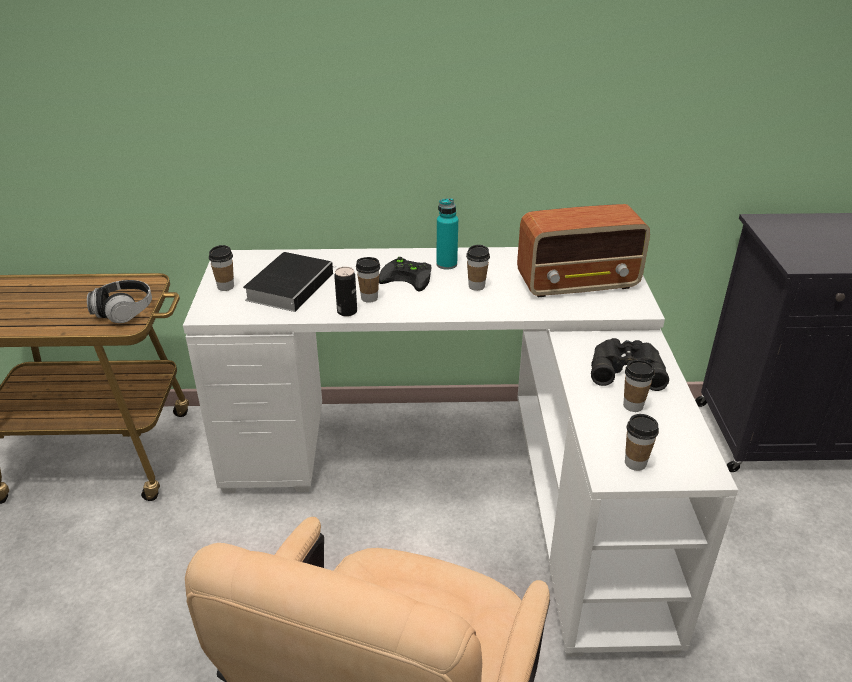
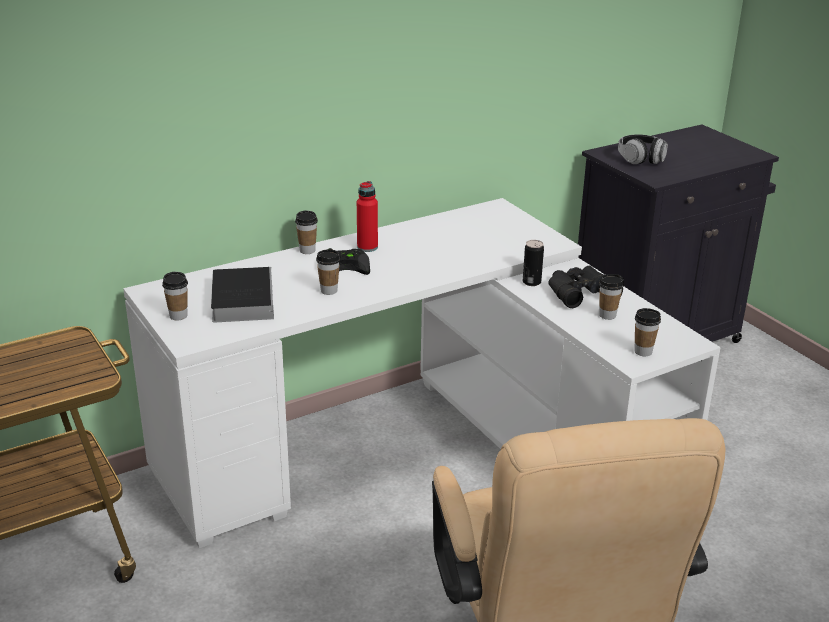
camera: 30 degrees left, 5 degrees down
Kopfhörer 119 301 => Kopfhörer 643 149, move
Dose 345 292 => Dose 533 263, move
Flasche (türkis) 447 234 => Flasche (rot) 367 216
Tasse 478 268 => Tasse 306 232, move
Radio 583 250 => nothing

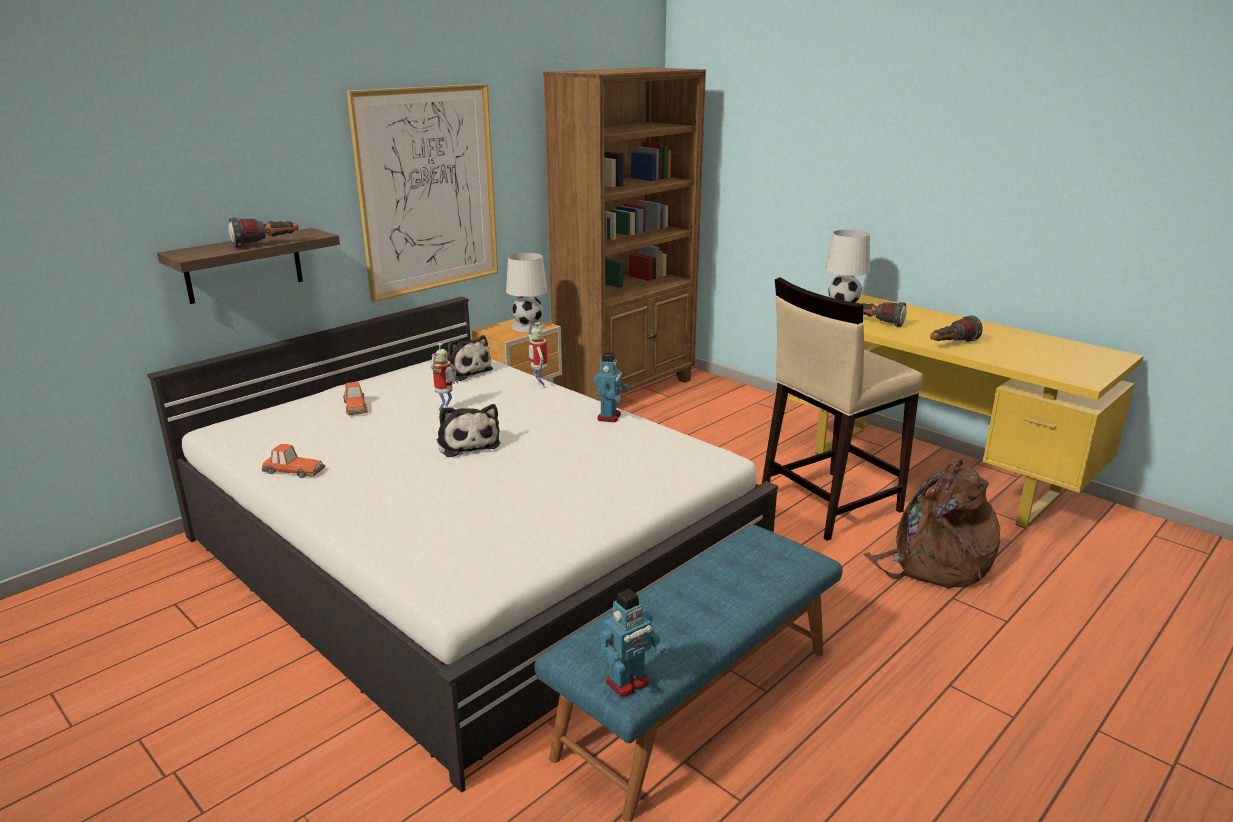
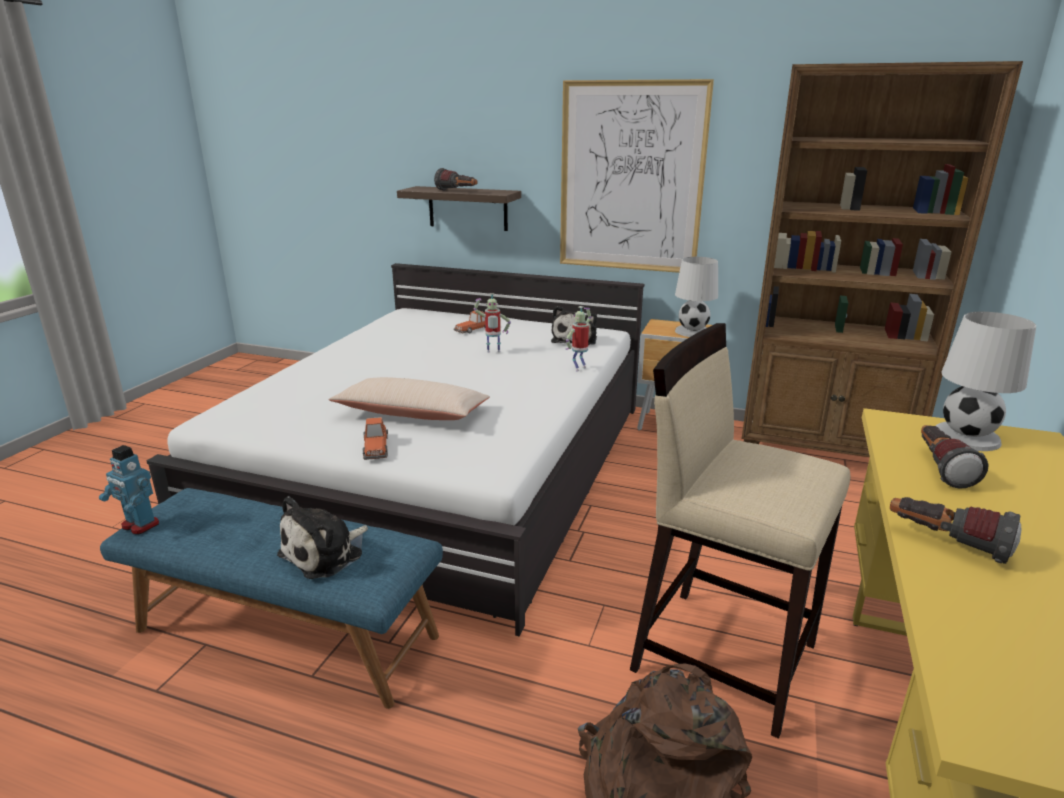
camera: 65 degrees right, 0 degrees up
Spielzeugauto 293 461 => Spielzeugauto 375 438, move
Plüschtier 468 430 => Plüschtier 322 537, move
Spielzeugroboter 611 387 => nothing
nothing => Kissen (beige) 409 398

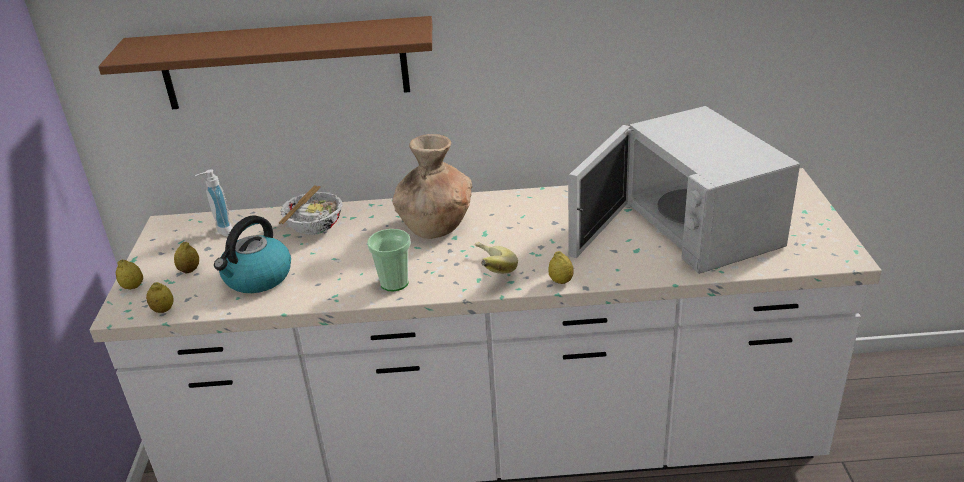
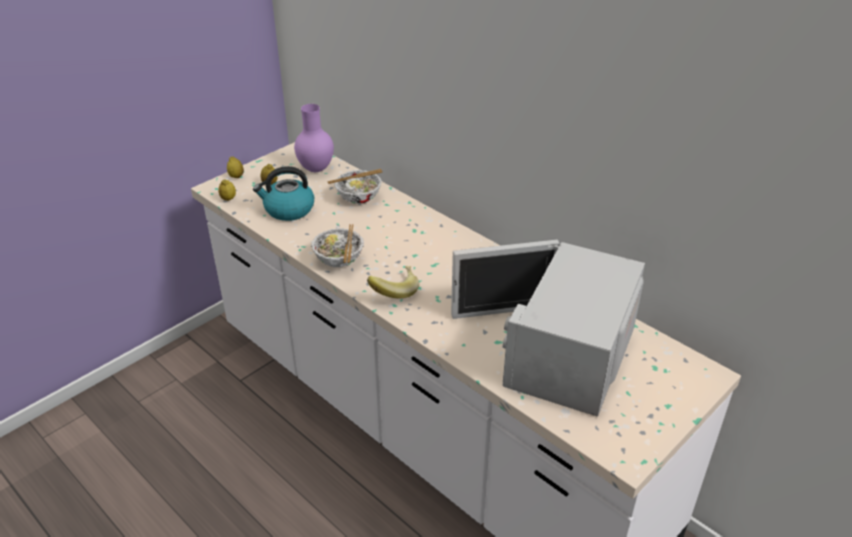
camera: 45 degrees right, 5 degrees up
Wandregal (braun) 265 62 => nothing
Seifenspender 213 202 => Vase (lila) 314 138
Tasse 389 260 => Schüssel 337 245
Vase (braun) 432 186 => nothing
Zitrone 561 267 => nothing

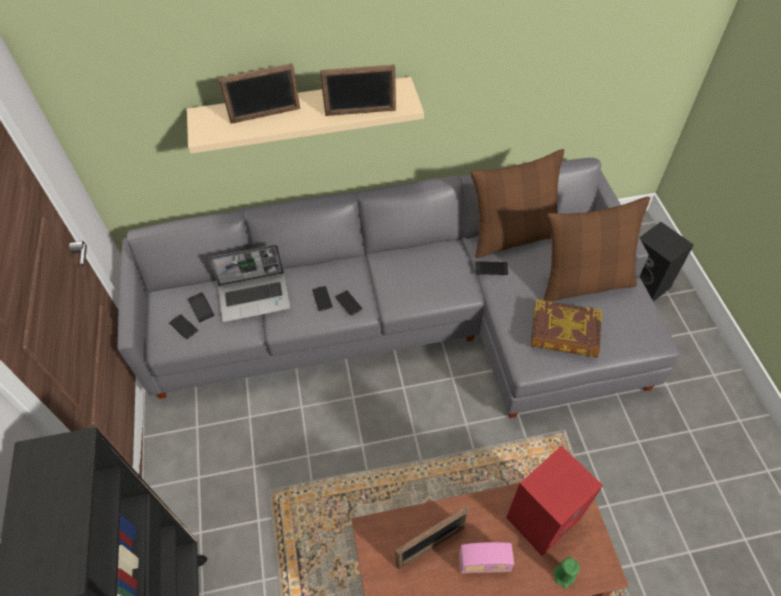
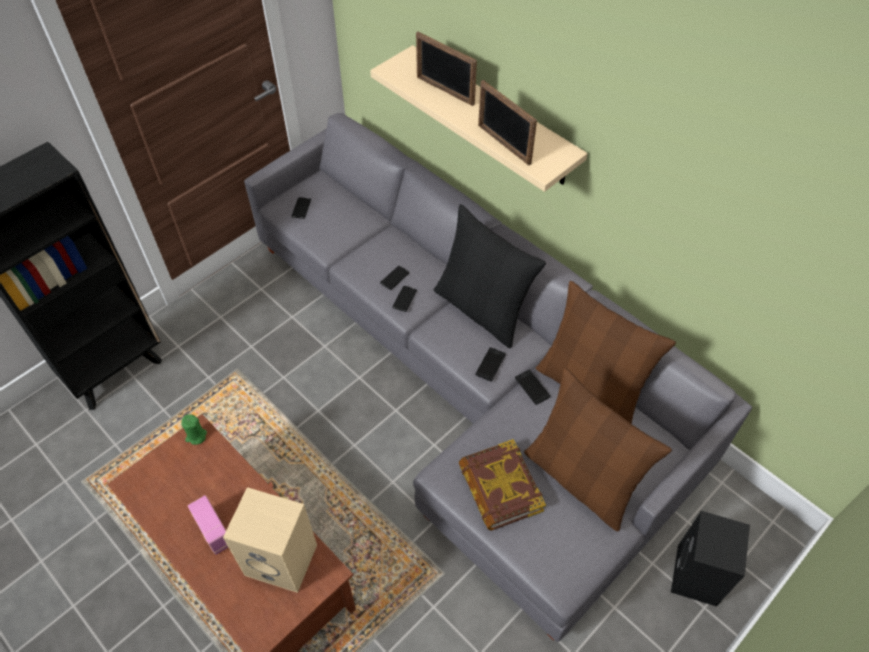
camera: 55 degrees right, 0 degrees up
Handy 201 307 => Handy 490 364, move
Laptop 249 283 => nothing
Bilderrahmen 432 537 => nothing
Lautsprecher (rot) 554 501 => Lautsprecher (beige) 270 540
Kerze (grün) 566 573 => Kerze (grün) 194 429, move
nothing => Kissen (schwarz) 490 276

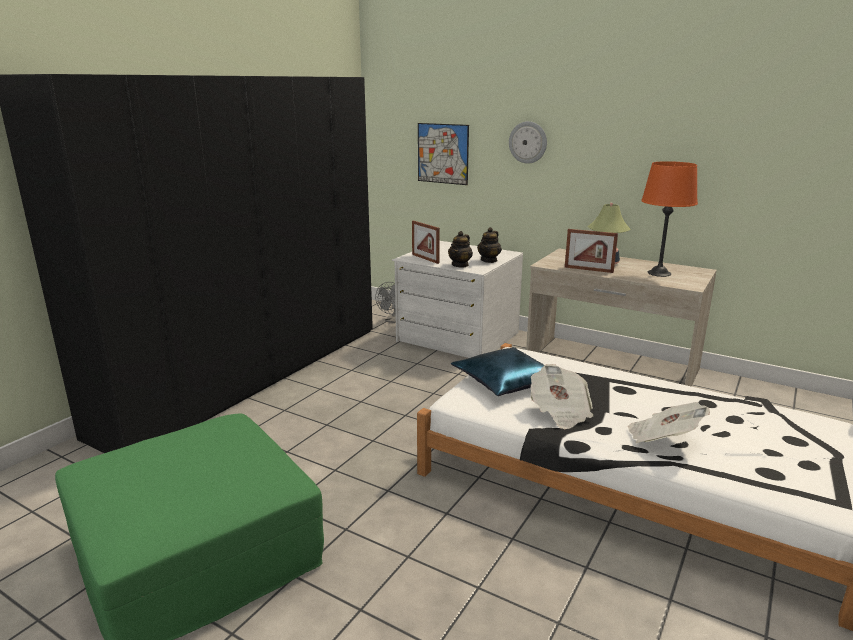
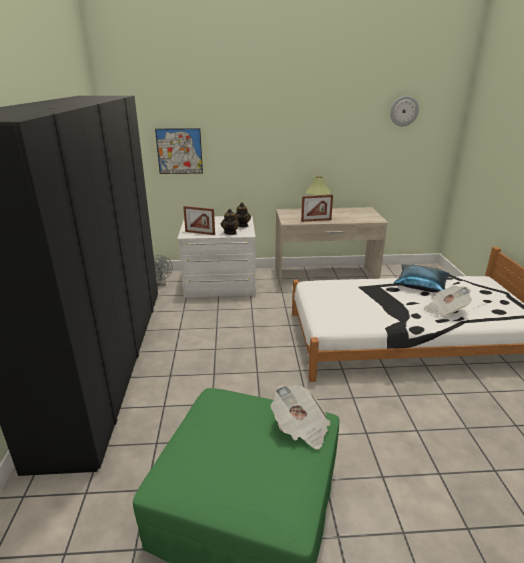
camera: 35 degrees left, 5 degrees up
Kissen (blau) 497 371 => Kissen (blau) 421 278, move
Wanduhr 528 142 => Wanduhr 404 111, move
Zeitung 561 396 => Zeitung 301 417, move
Tischlampe (orange) 669 219 => nothing

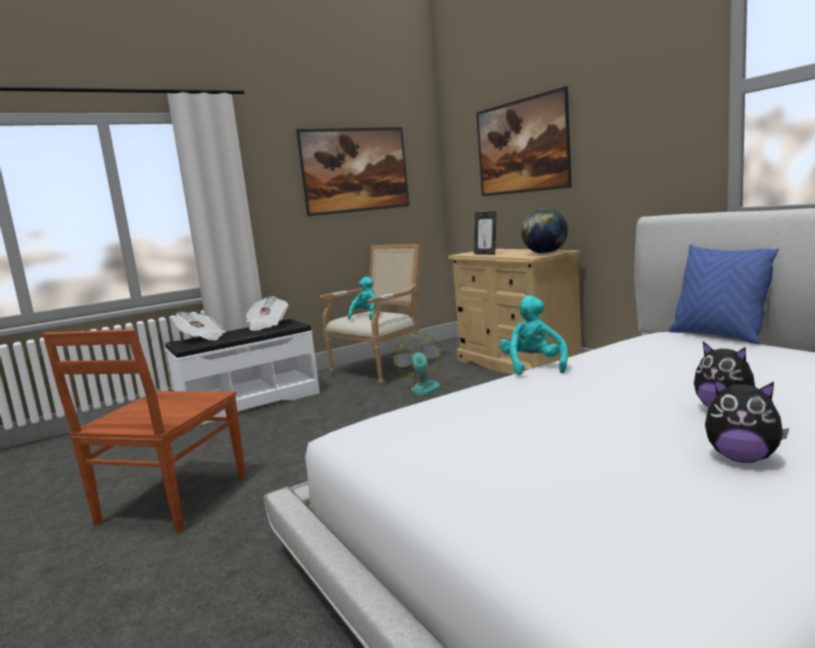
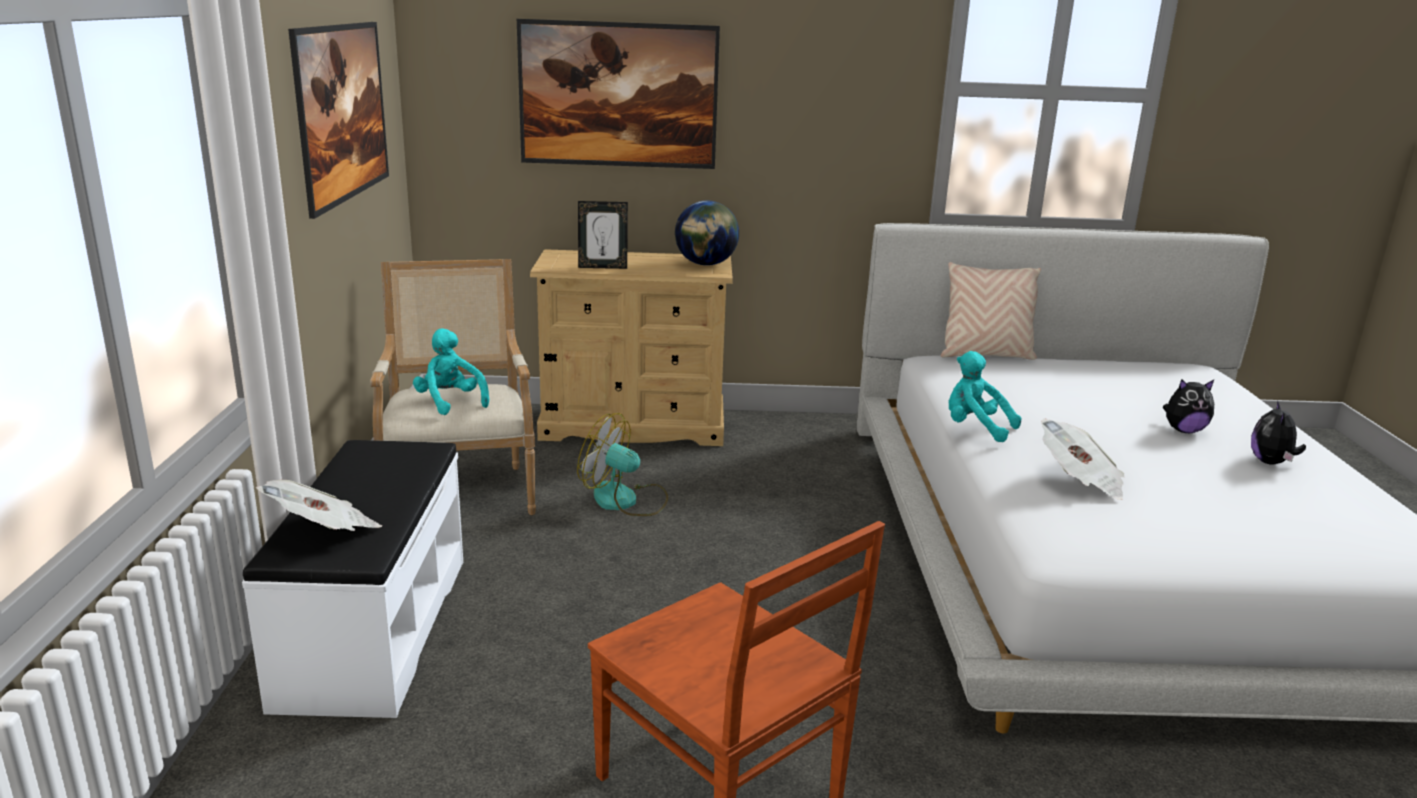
camera: 60 degrees left, 10 degrees up
Zeitung 267 313 => Zeitung 1082 459, move
Kissen (blau) 724 294 => Kissen (beige) 991 311
Plüschtier 747 420 => Plüschtier 1278 432, 135 degrees clockwise

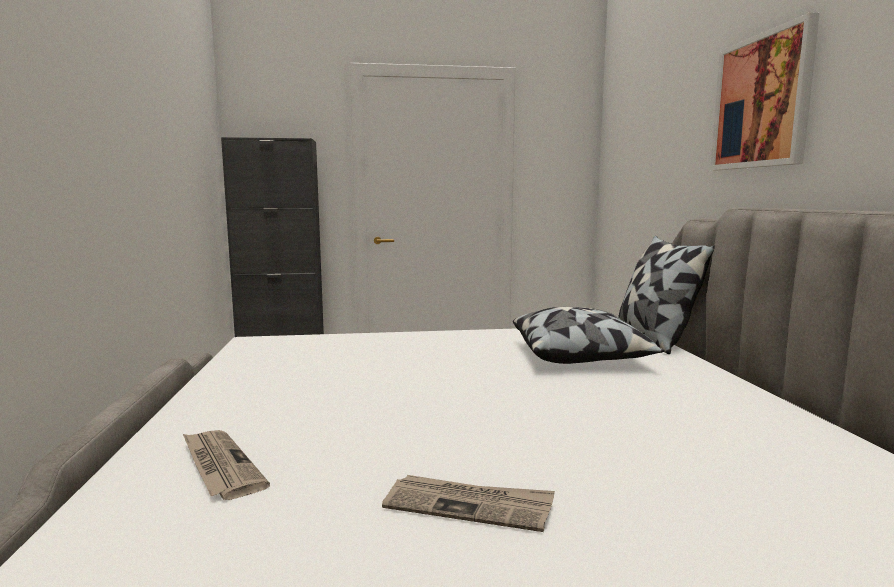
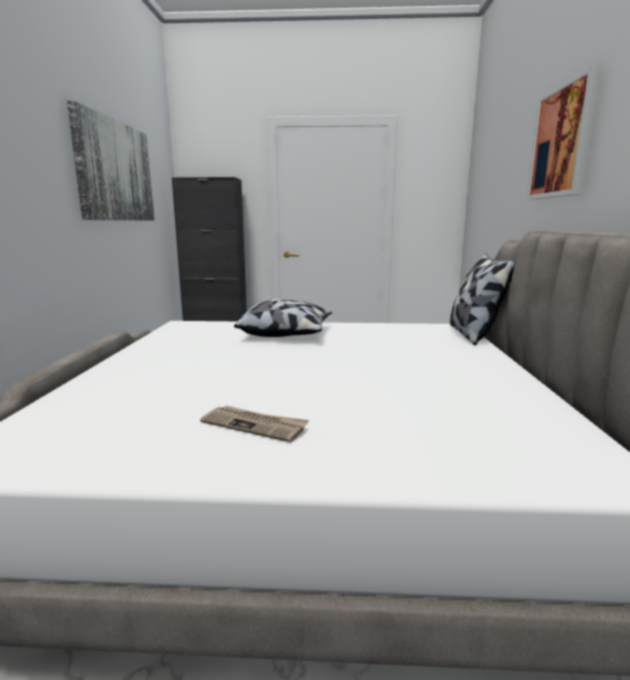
camera: 10 degrees right, 5 degrees up
Zeitung 226 465 => nothing
Kissen 589 335 => Kissen 283 318, move
nothing => Bild 111 160

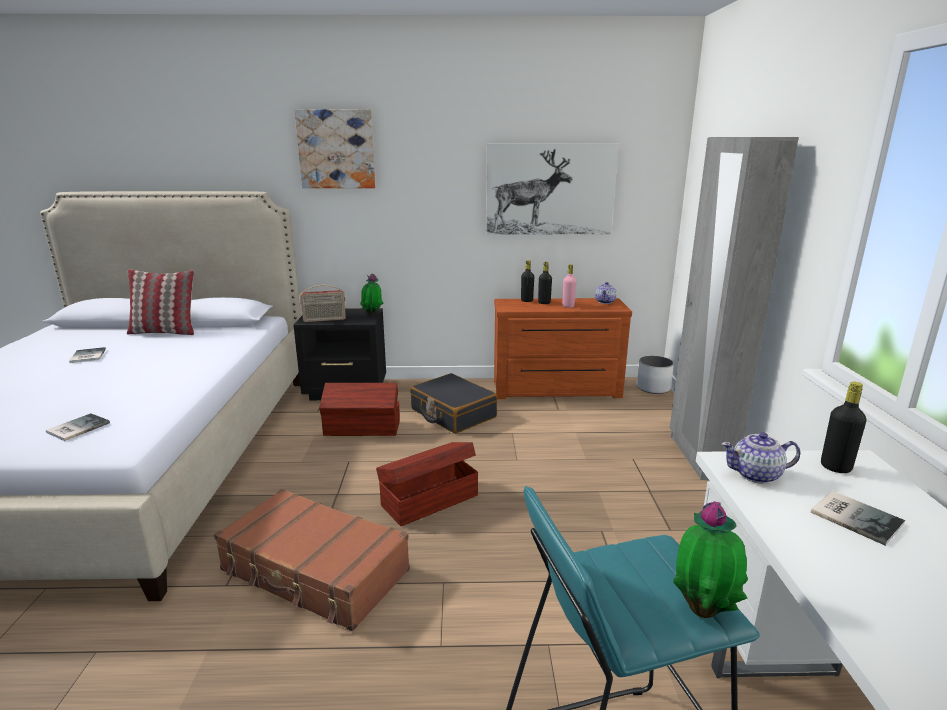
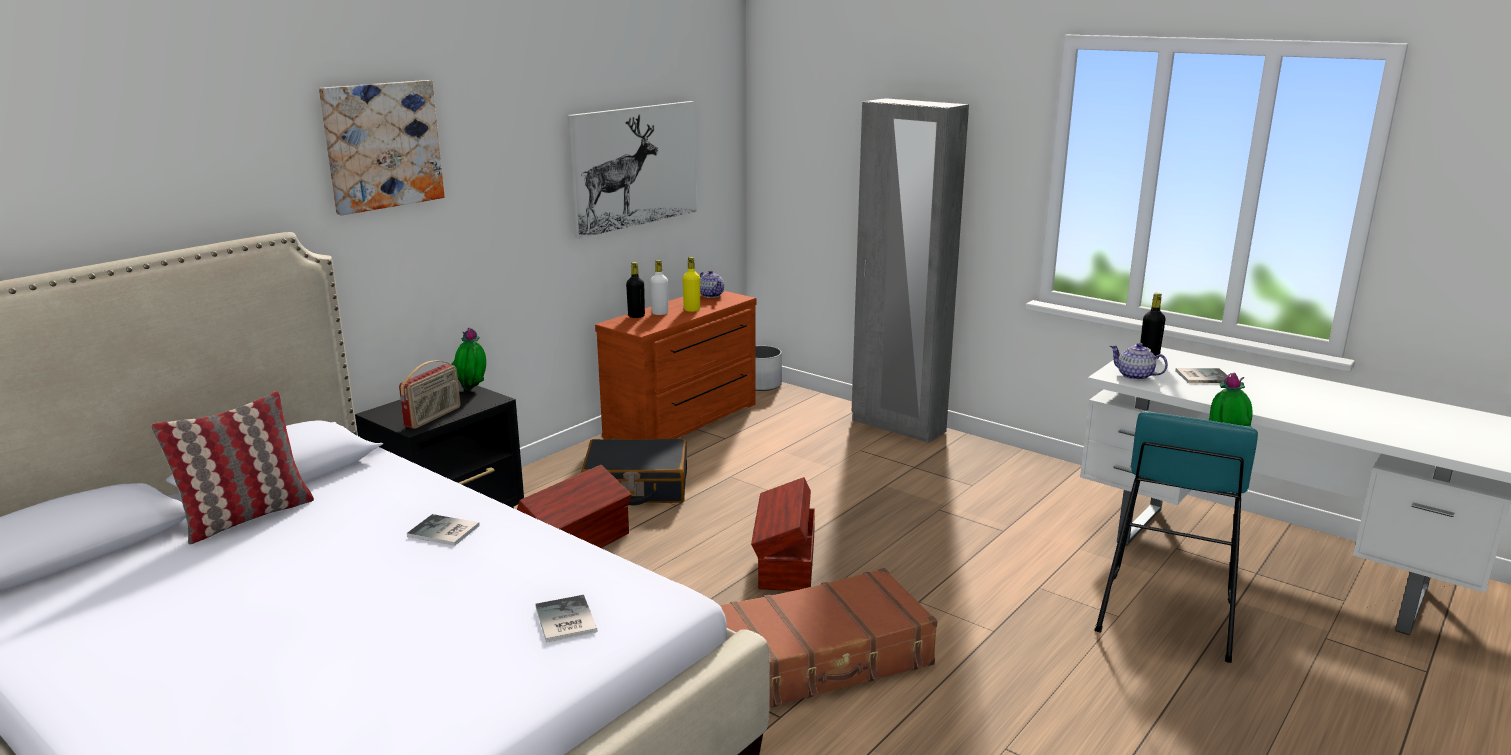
camera: 50 degrees left, 0 degrees up
Buch 87 355 => Buch 443 530, move
Flasche (schwarz) 545 283 => Flasche (weiß) 659 287
Flasche (rosa) 569 286 => Flasche (gelb) 691 284
Teekanne 760 458 => Teekanne 1139 361, 90 degrees clockwise

